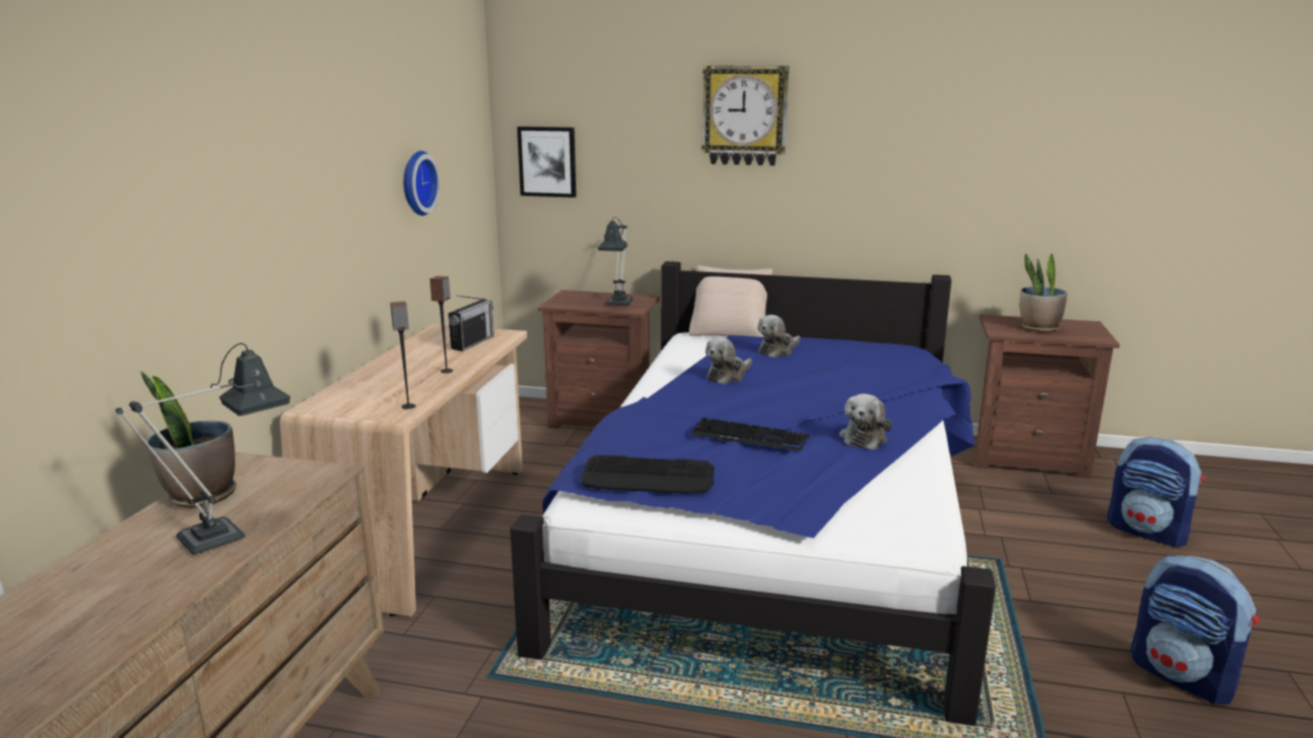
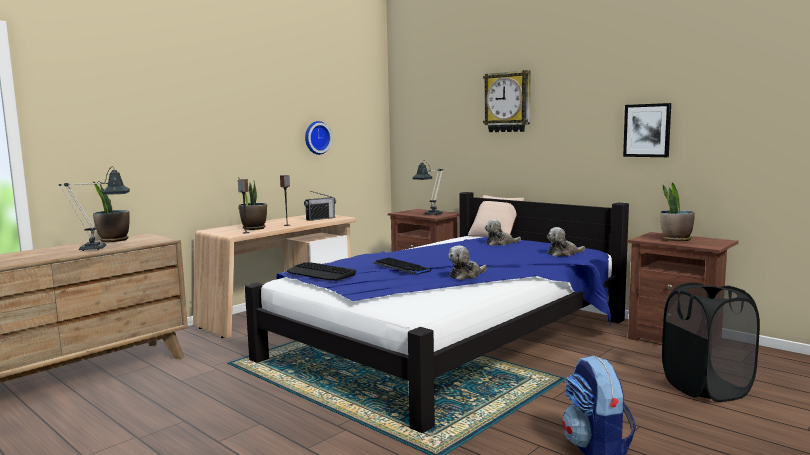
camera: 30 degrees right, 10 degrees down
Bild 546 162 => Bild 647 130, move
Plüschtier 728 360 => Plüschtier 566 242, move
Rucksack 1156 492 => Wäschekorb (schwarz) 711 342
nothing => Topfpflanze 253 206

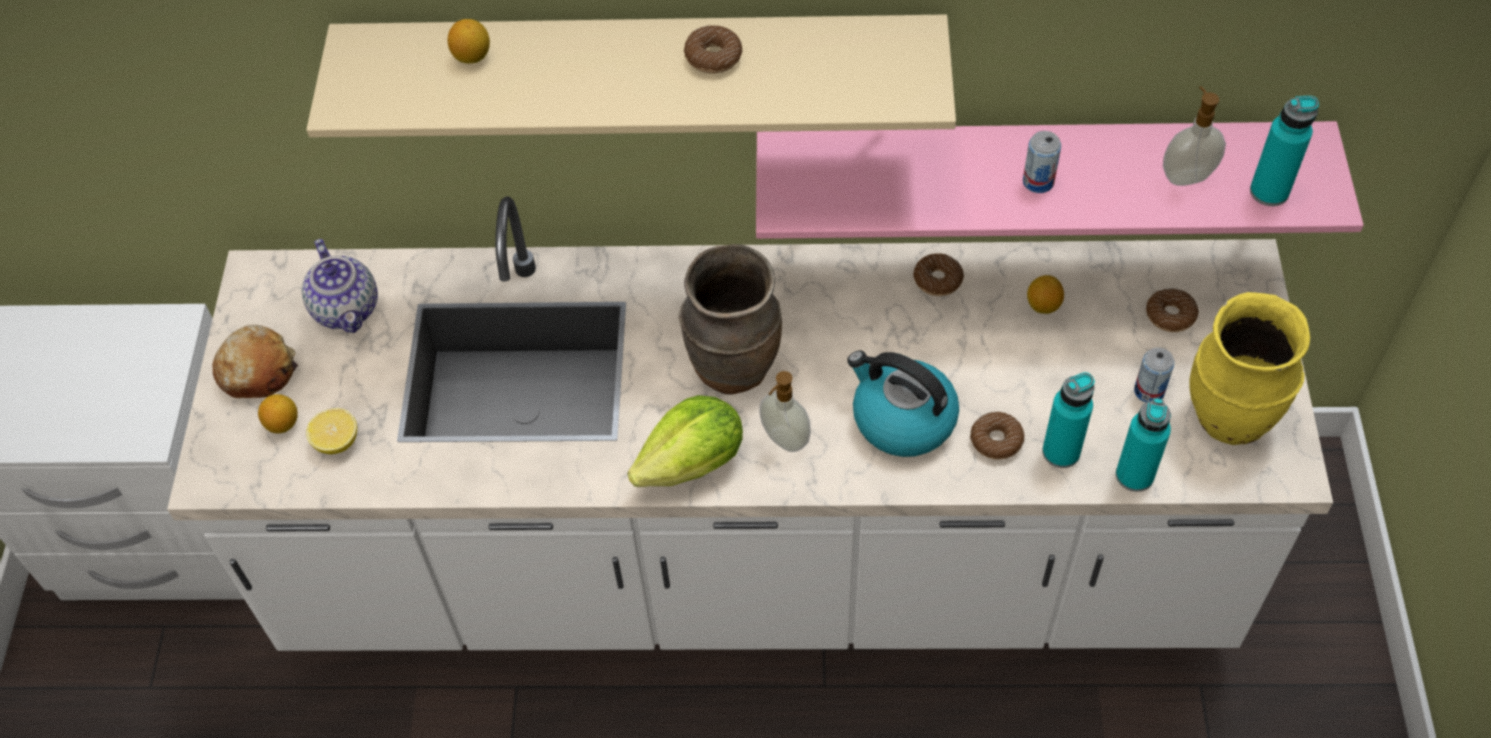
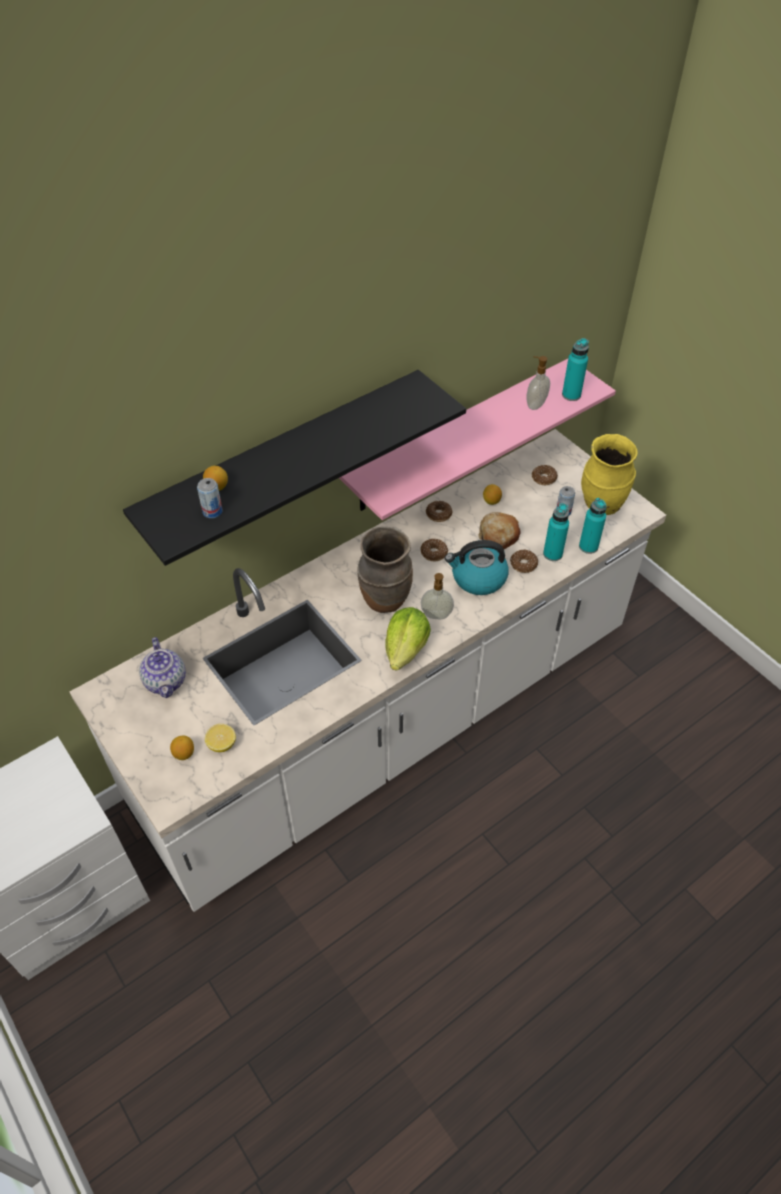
camera: 40 degrees left, 5 degrees down
Brot 255 361 => Brot 499 530, move
Teekanne 340 286 => Teekanne 162 667, 45 degrees clockwise
Wandregal (beige) 631 76 => Wandregal (schwarz) 294 468
Donut 713 49 => Donut 434 550, move
Dose 1042 162 => Dose 210 498, move

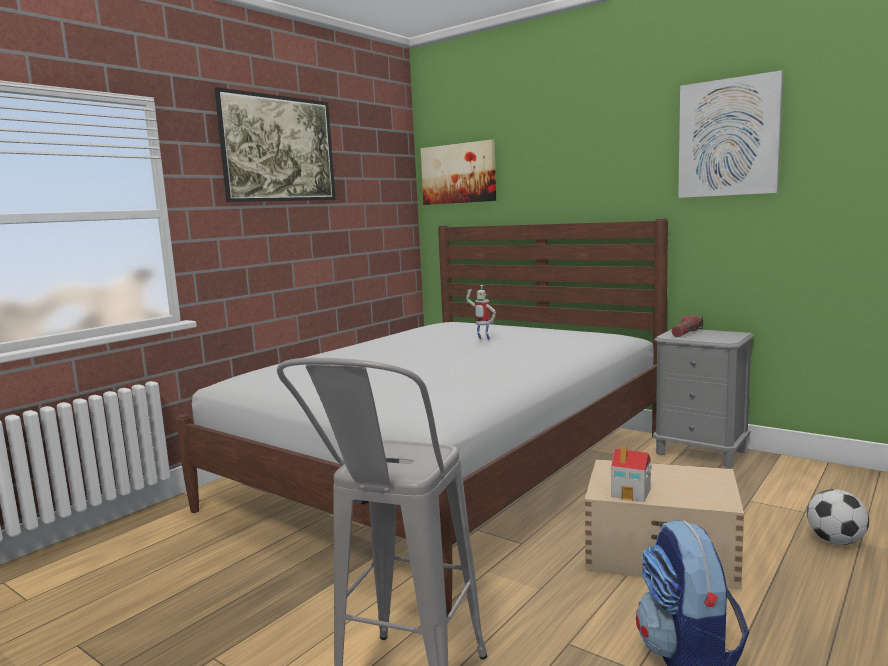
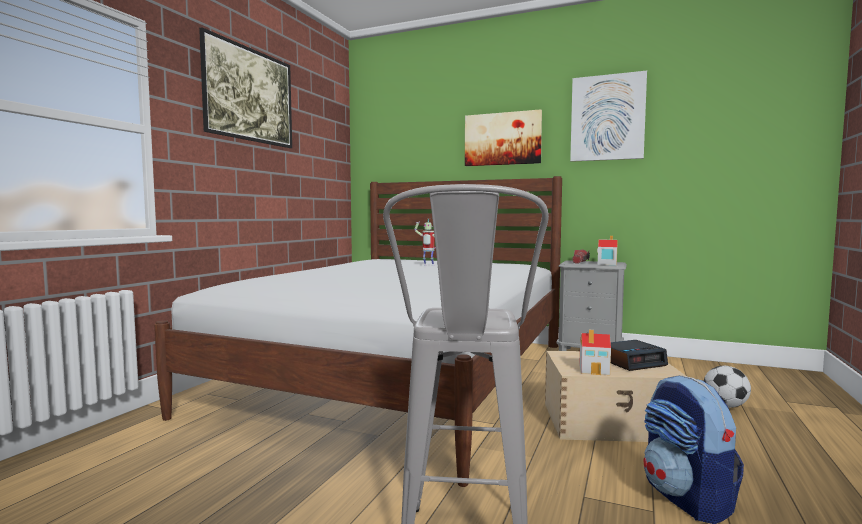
camera: 15 degrees left, 5 degrees down
Bild 458 172 => Bild 503 137, move
nothing => Spielzeughaus 607 250
nothing => Wecker 639 355

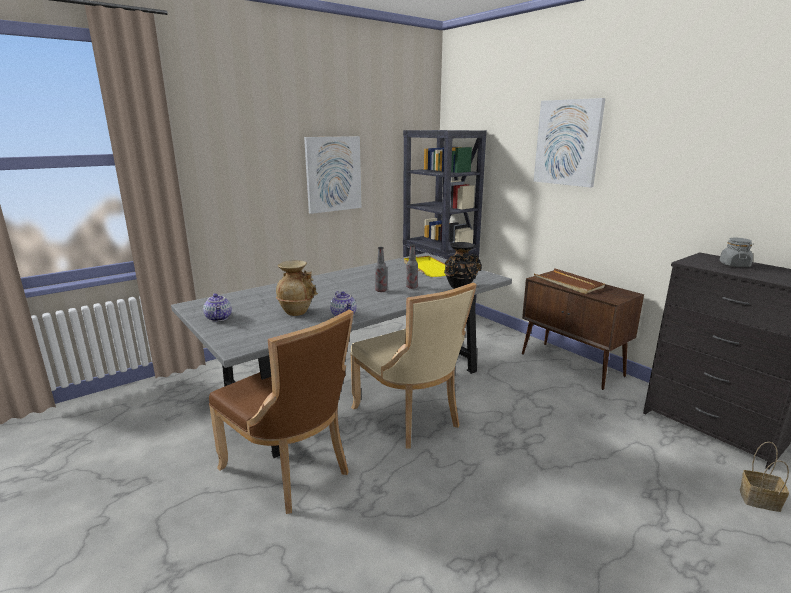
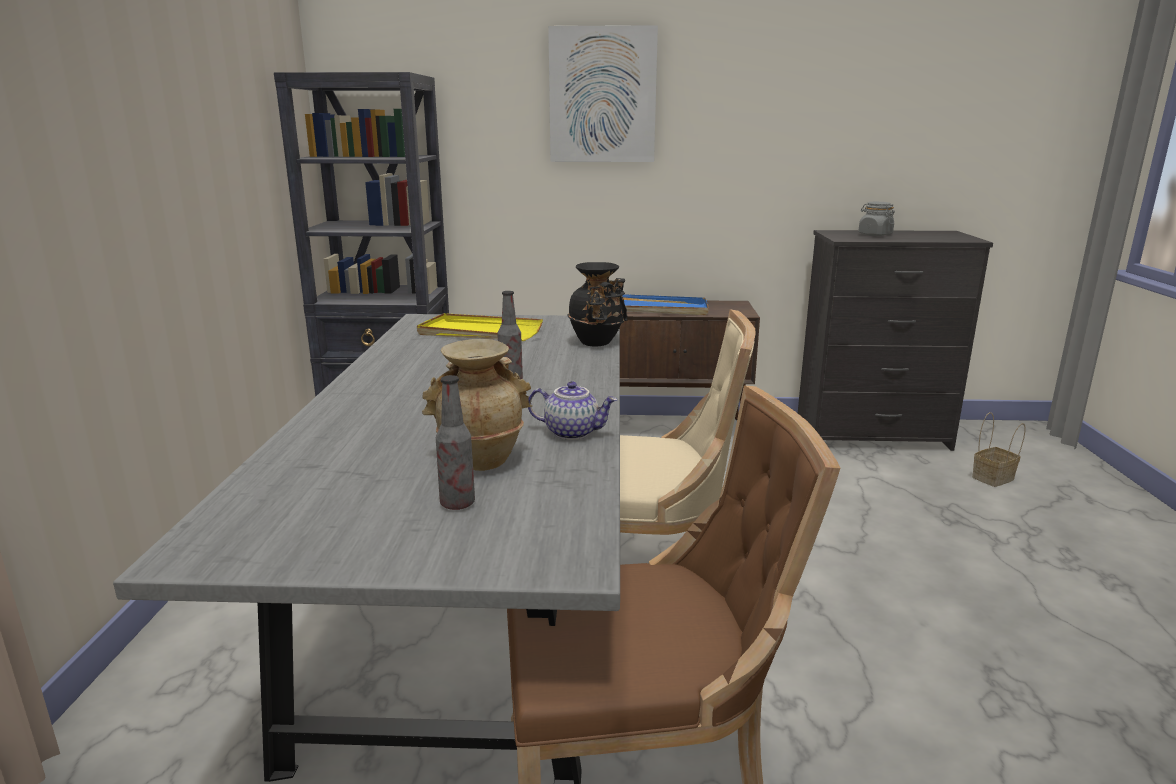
camera: 50 degrees left, 0 degrees up
Teekanne 217 307 => nothing
Bild 333 175 => nothing
Flasche 412 266 => Flasche 455 442, move
Tablett (braun) 569 281 => Tablett (blau) 665 304

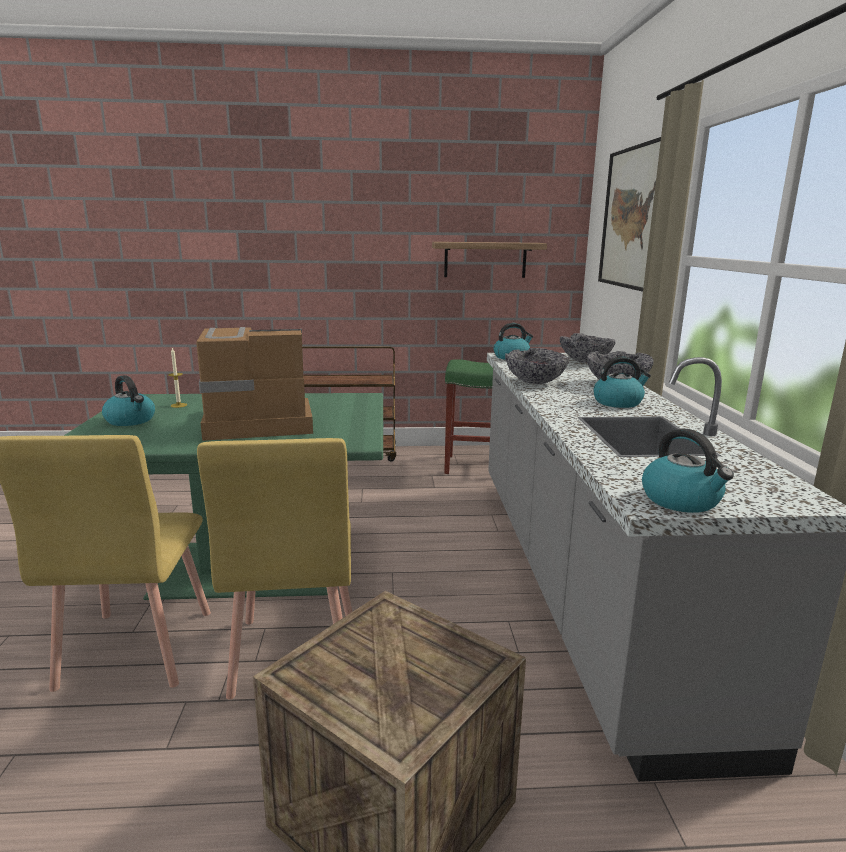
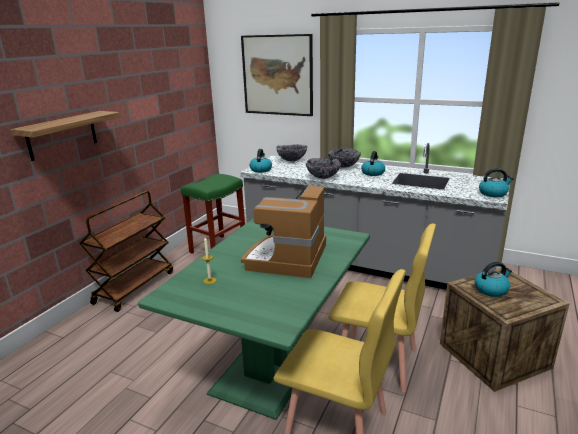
camera: 60 degrees left, 5 degrees up
Wasserkessel 128 400 => Wasserkessel 493 279, move
Wandregal 489 260 => Wandregal 65 136, move

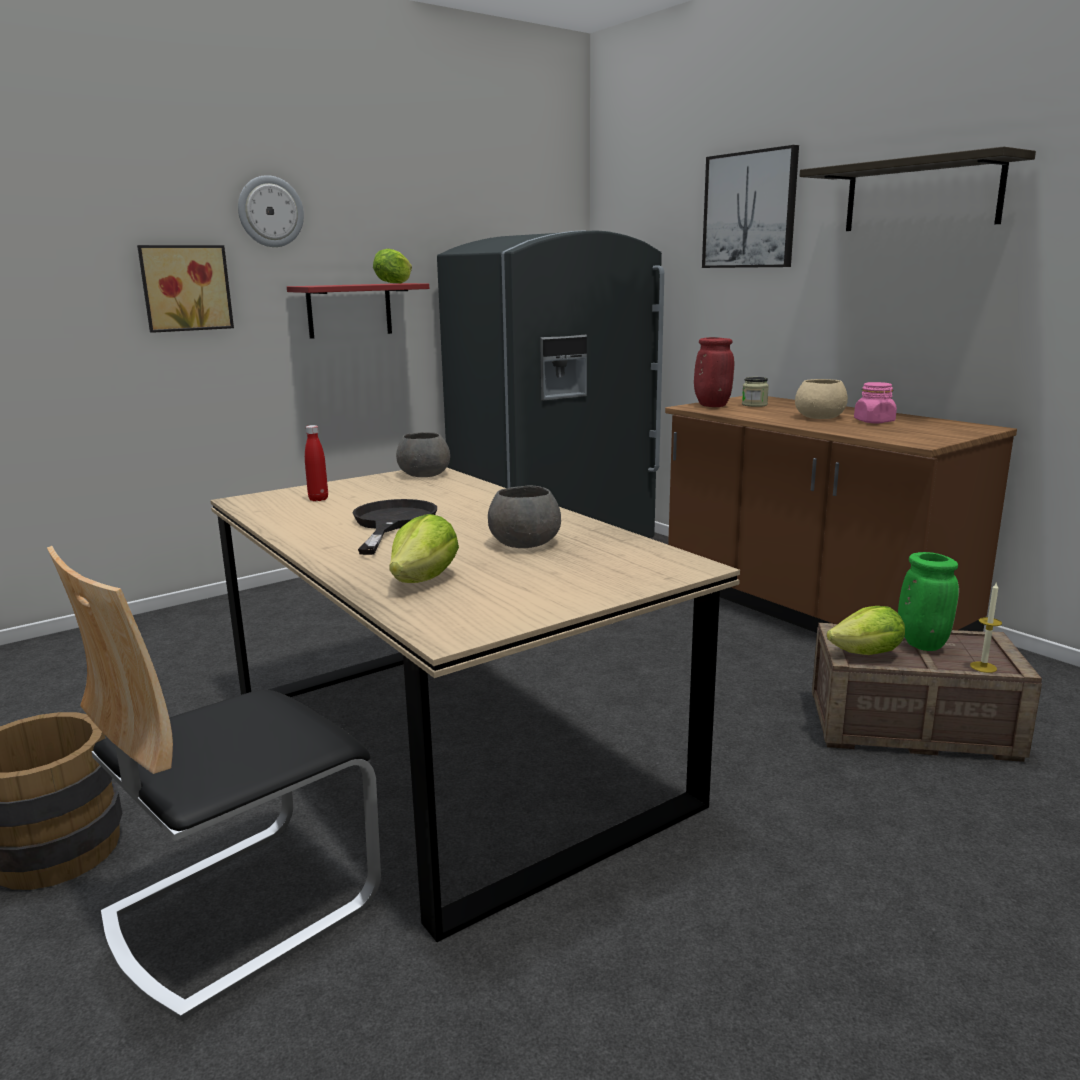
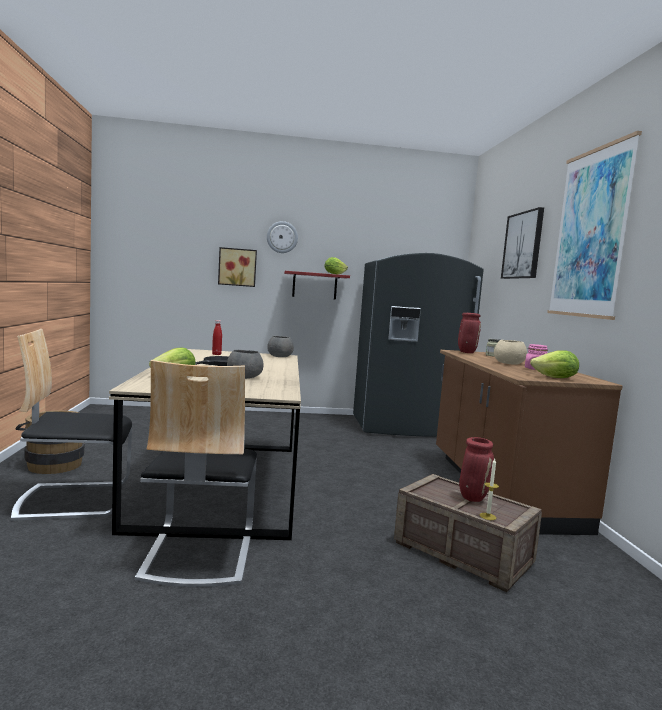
camera: 30 degrees right, 10 degrees down
Wandregal 918 189 => Bild 594 225
Salatkopf 866 630 => Salatkopf 554 364, move
Vase (grün) 928 601 => Vase (rot) 476 469
nothing => Stuhl 196 473

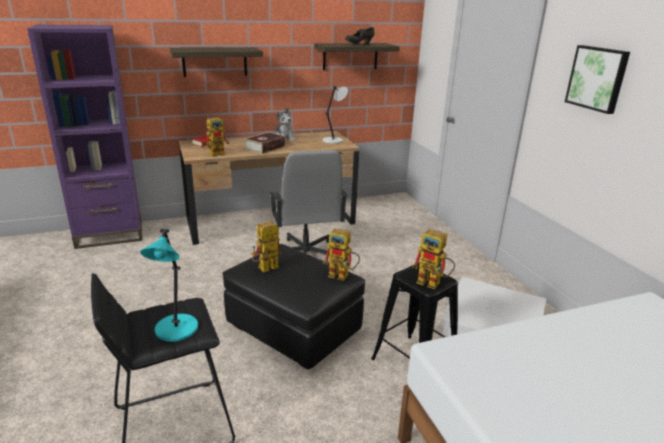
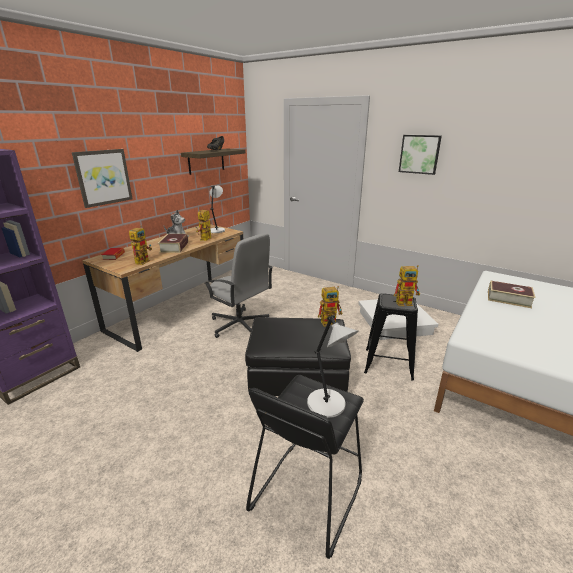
camera: 35 degrees left, 0 degrees up
Tischlampe (türkis) 169 285 => Tischlampe (grau) 332 366
Wandregal 216 62 => Bild 102 178
Spielzeugroboter 266 246 => Spielzeugroboter 203 225, move
nothing => Buch 512 294

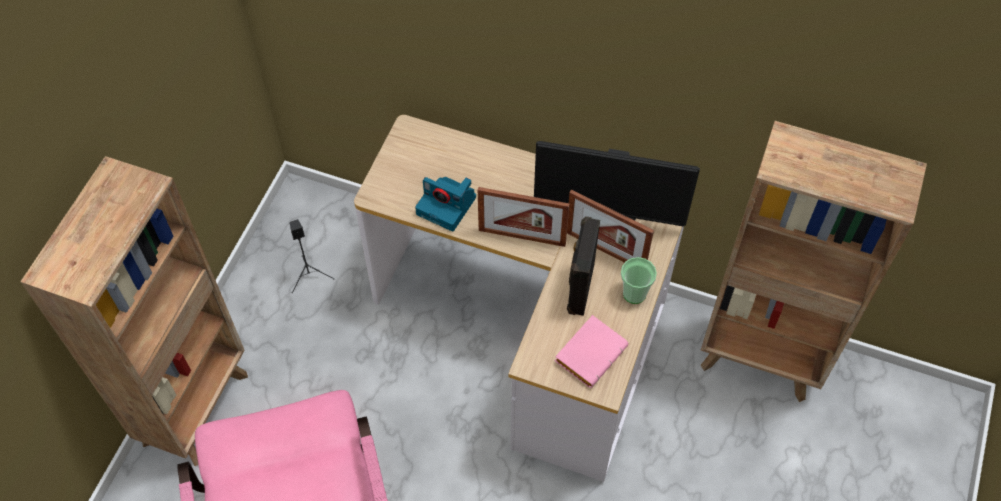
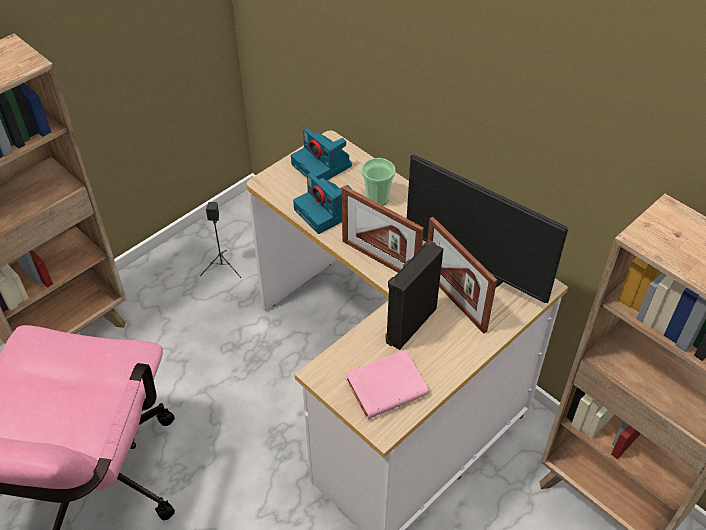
camera: 25 degrees right, 10 degrees down
Tasse 639 280 => Tasse 378 182, move
nothing => Kamera 321 154

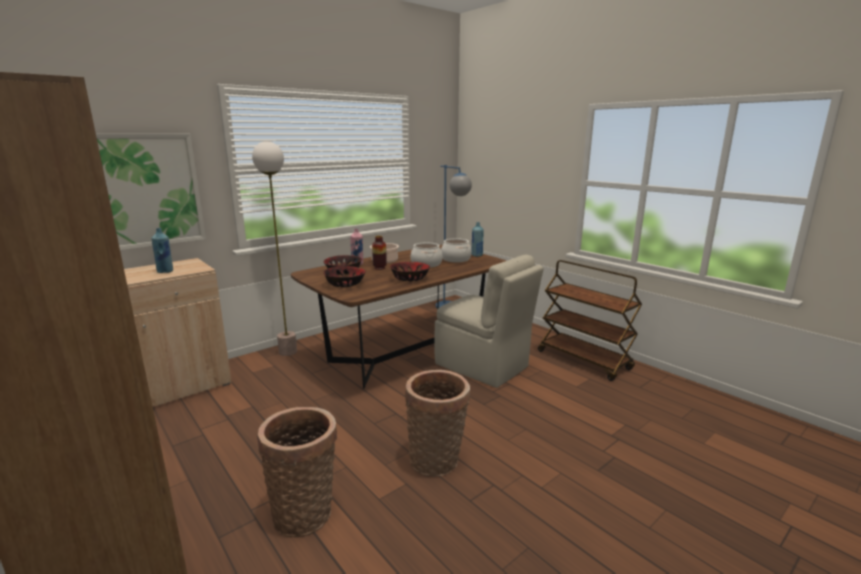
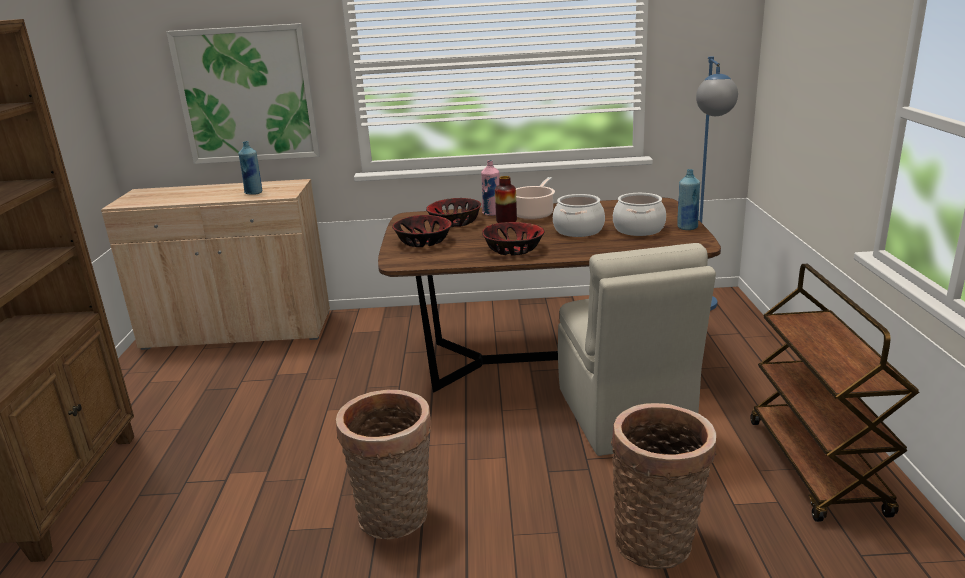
camera: 40 degrees right, 5 degrees up
Stehlampe 274 248 => nothing
Korb 297 472 => Korb 663 486, move

